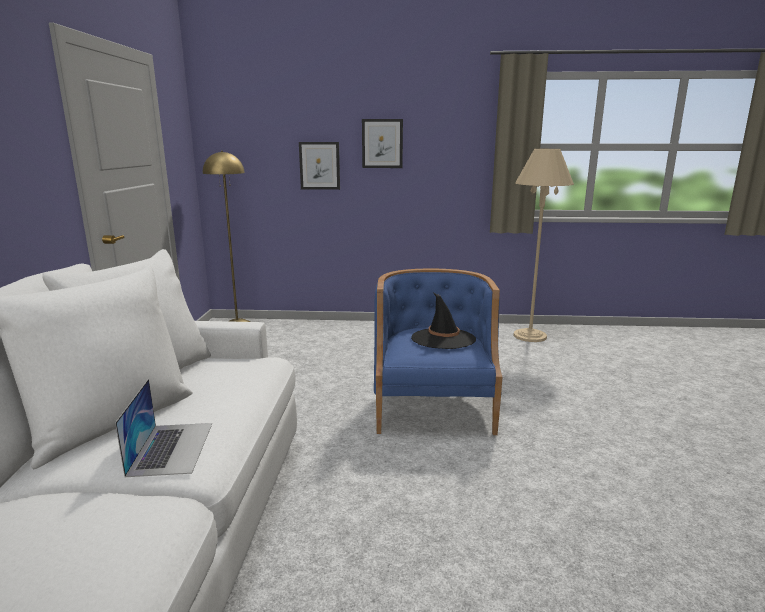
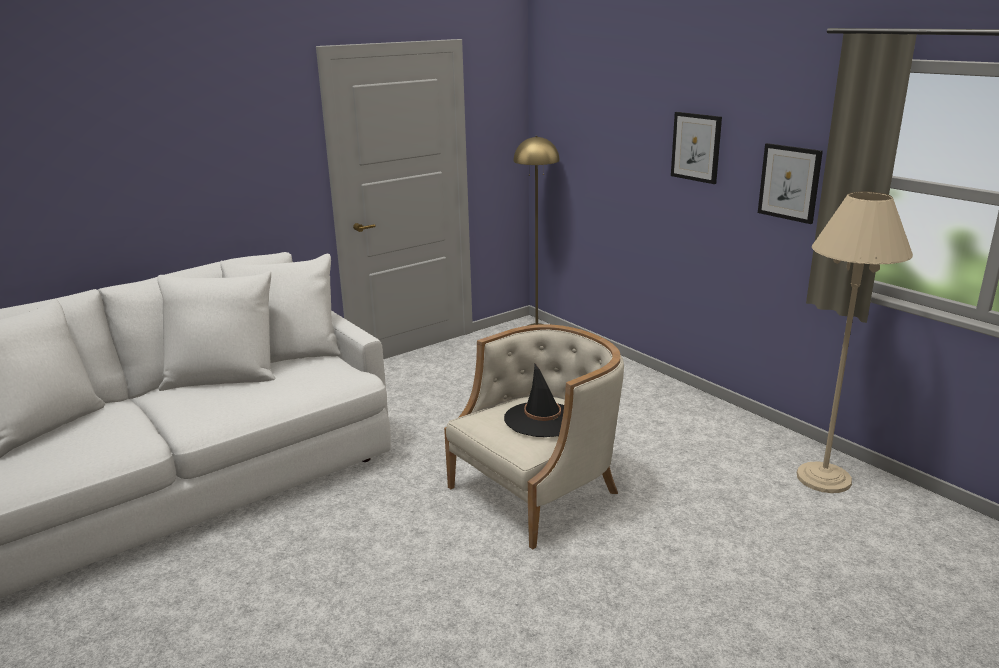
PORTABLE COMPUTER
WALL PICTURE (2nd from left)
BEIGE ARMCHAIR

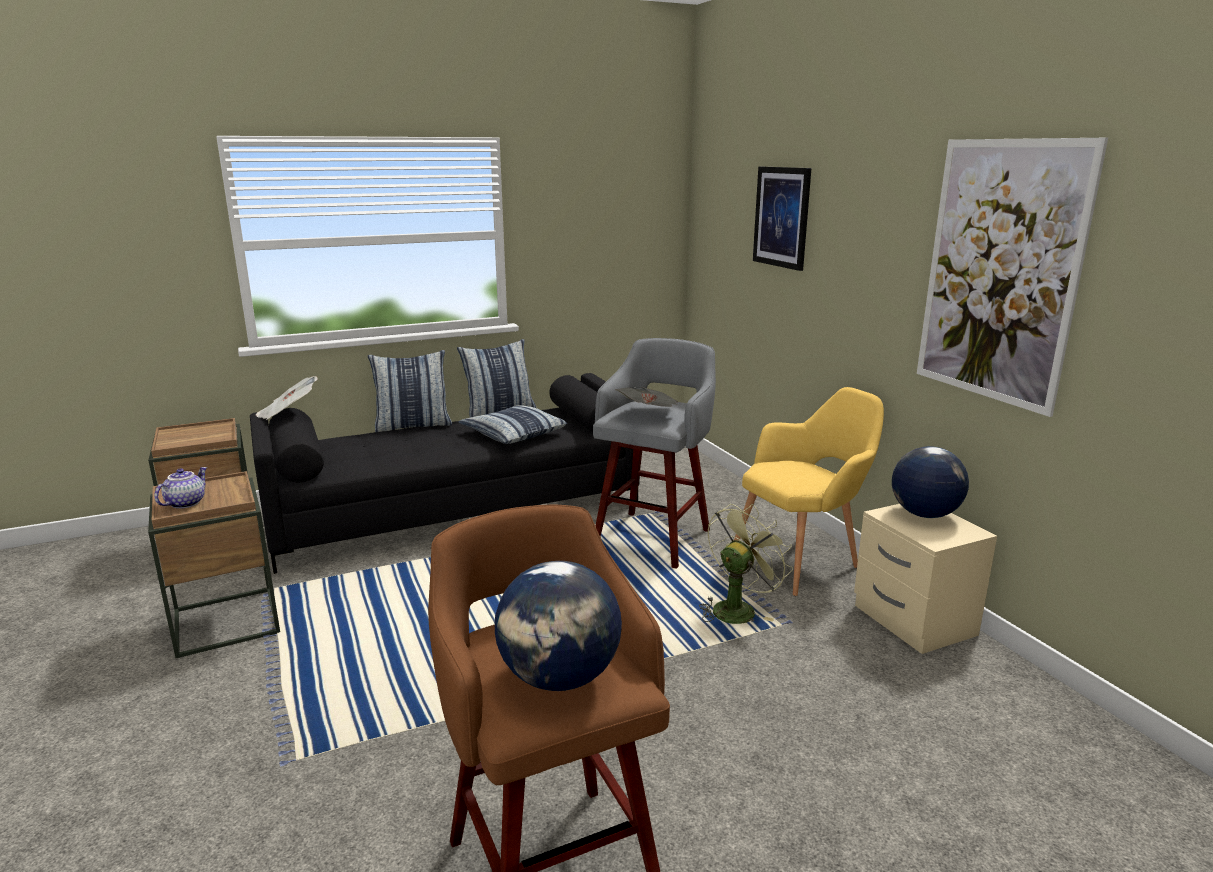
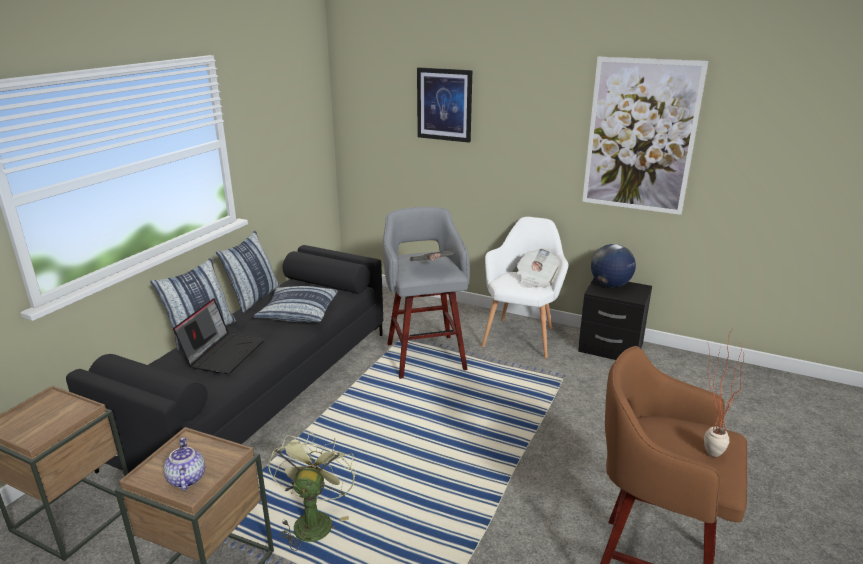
PORTABLE COMPUTER
NEWSPAPER (2nd from left)
GREEN-COLOURED FAN
POTTED PLANT
WHITISH ARMCHAIR
BLACKISH BEDSIDE TABLE

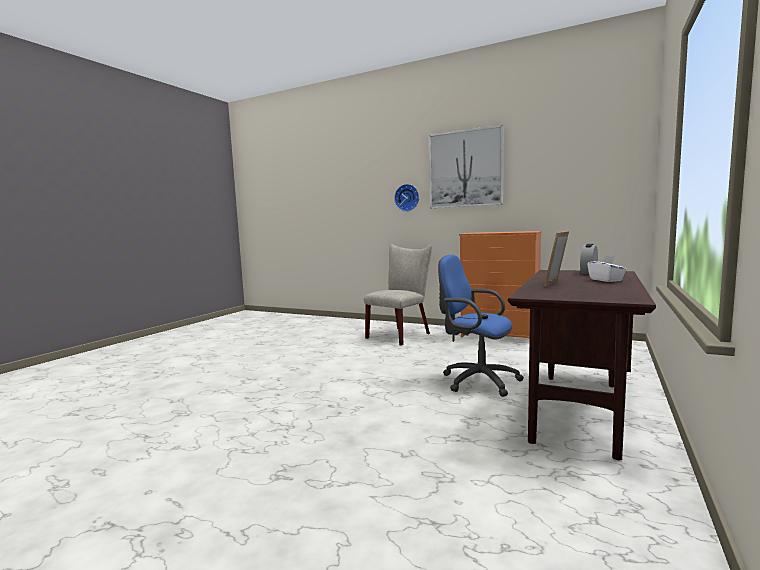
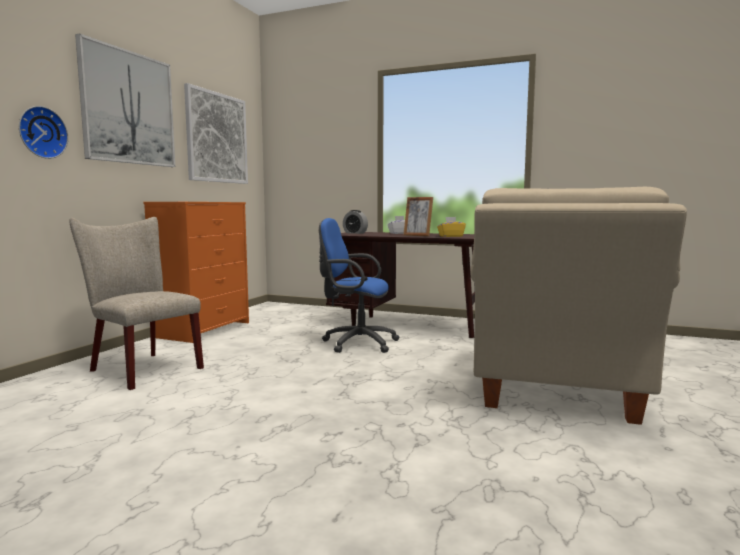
WALL PICTURE (2nd from left)
YELLOWISH TISSUE HOLDER
BEIGE ARMCHAIR
BLUE COMPUTER CHAIR

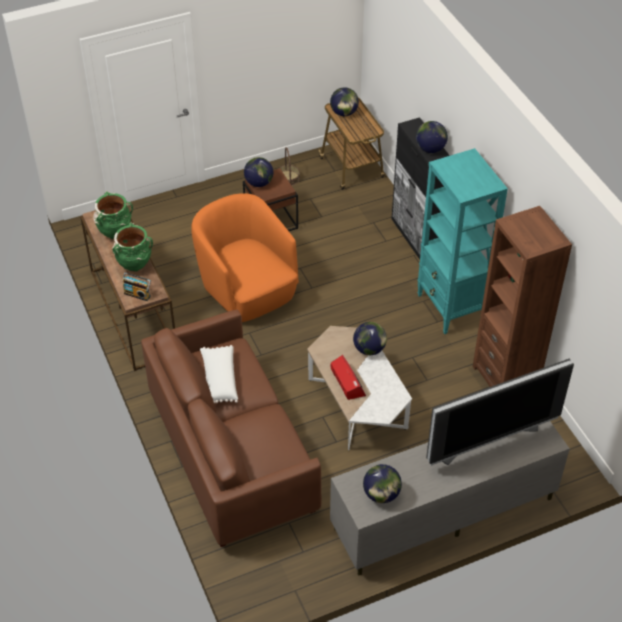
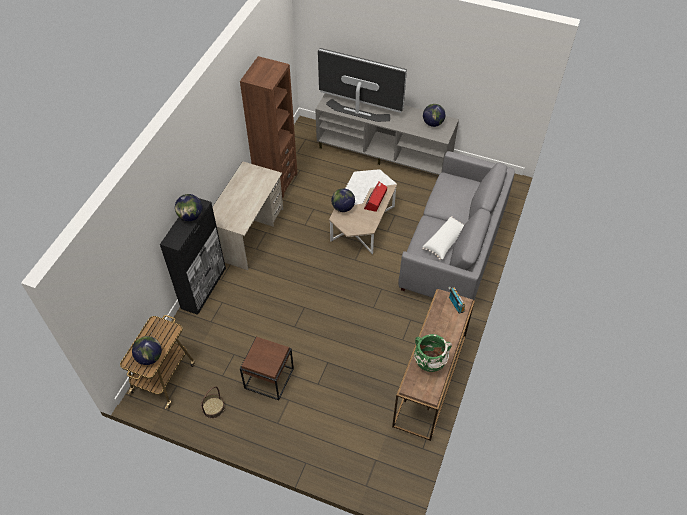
GREEN-COLOURED VASE (2nd from left in the first image)
ORANGEY ARMCHAIR
WORLD GLOBE (1st from left in the first image)
BEIGE DESK TABLE
GREYISH COUCH

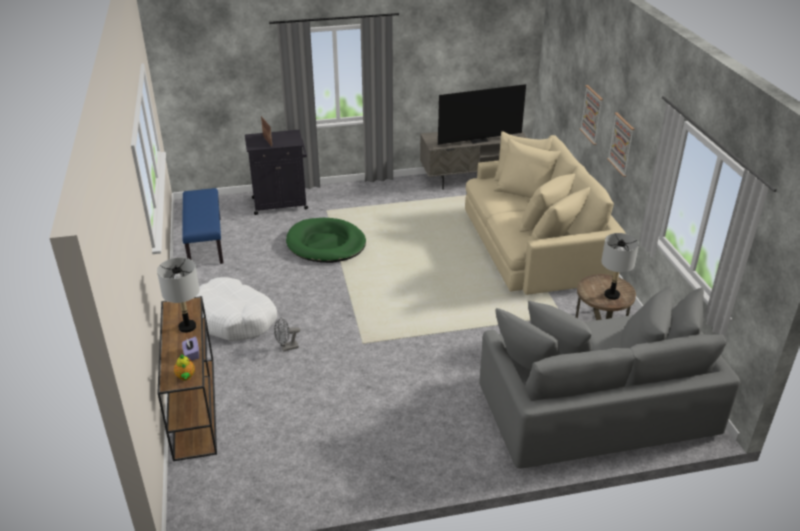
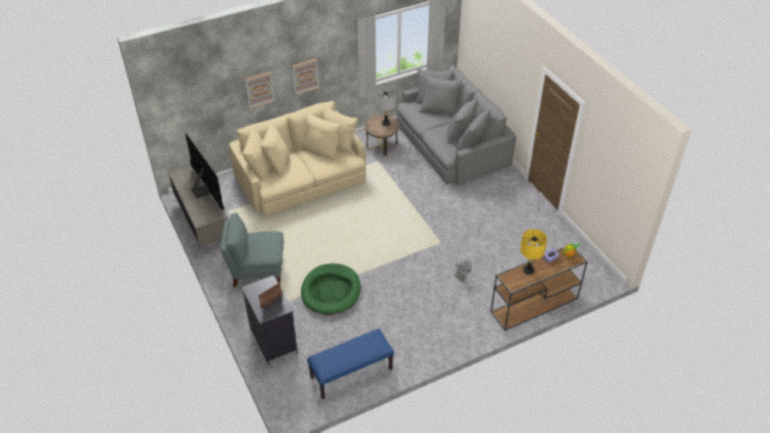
WHITISH DOG CUSHION
GREYISH ARMCHAIR
YELLOWISH LAMP FOR A TABLE

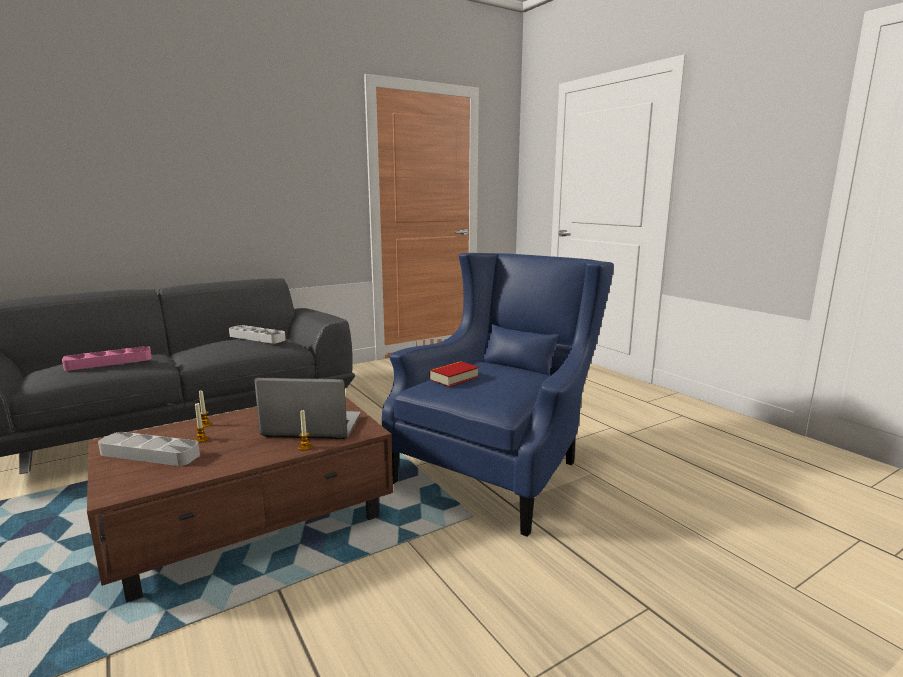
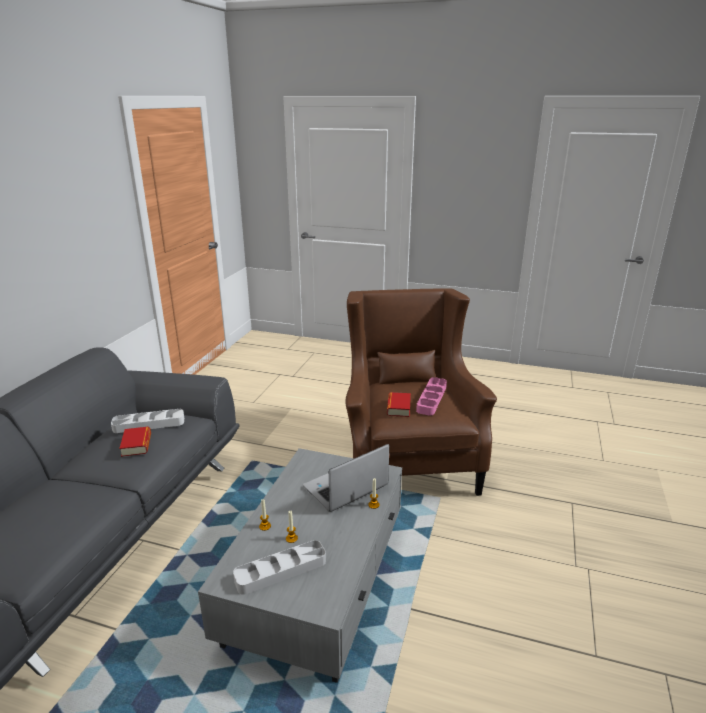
VOLUME (1st from left)
PINK-COLOURED CARRYING TRAY
GREYISH LOW TABLE
BROWN-COLOURED ARMCHAIR

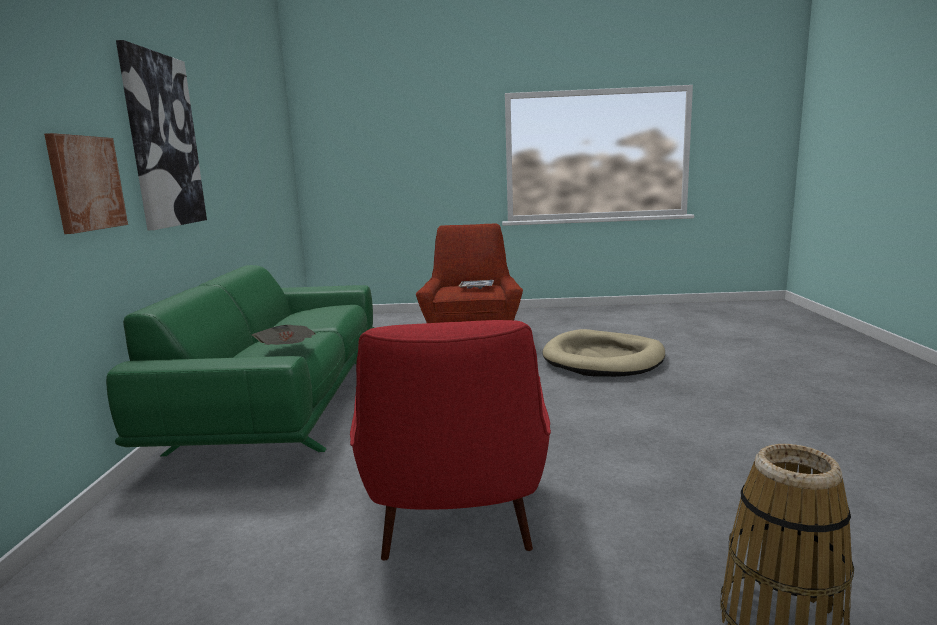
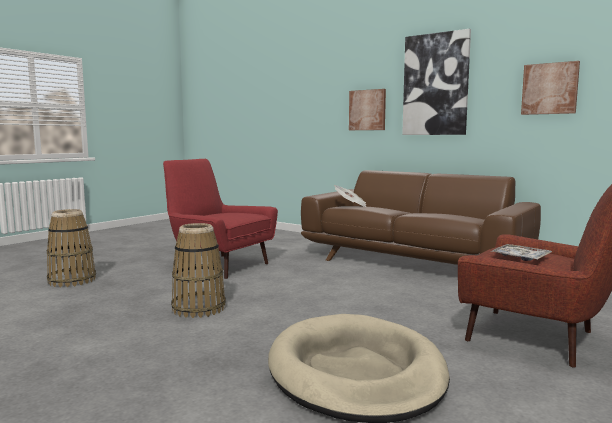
STORAGE BASKET (2nd from left)
WALL PICTURE (3rd from left)
BROWN-COLOURED COUCH

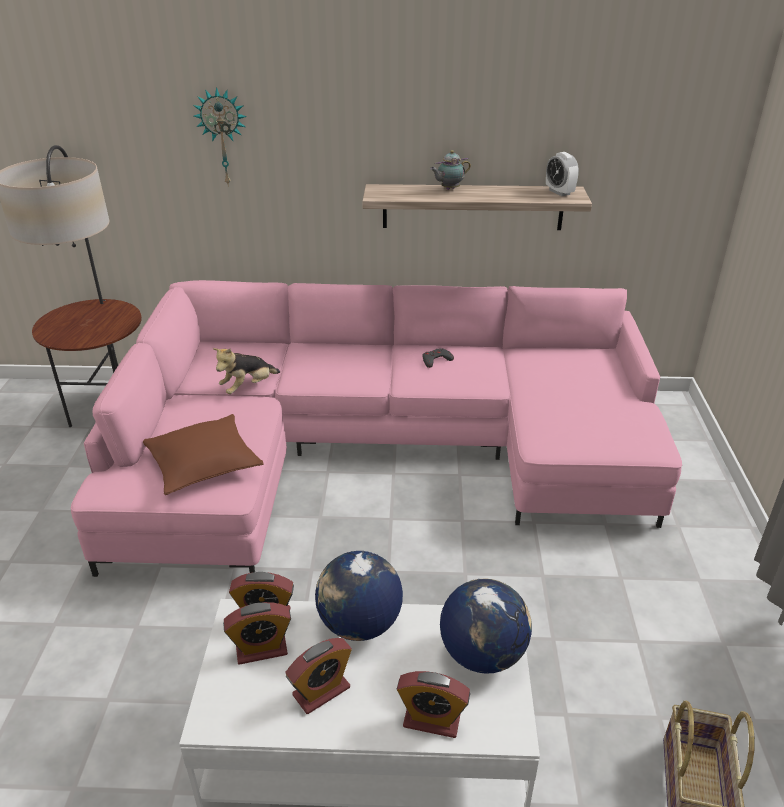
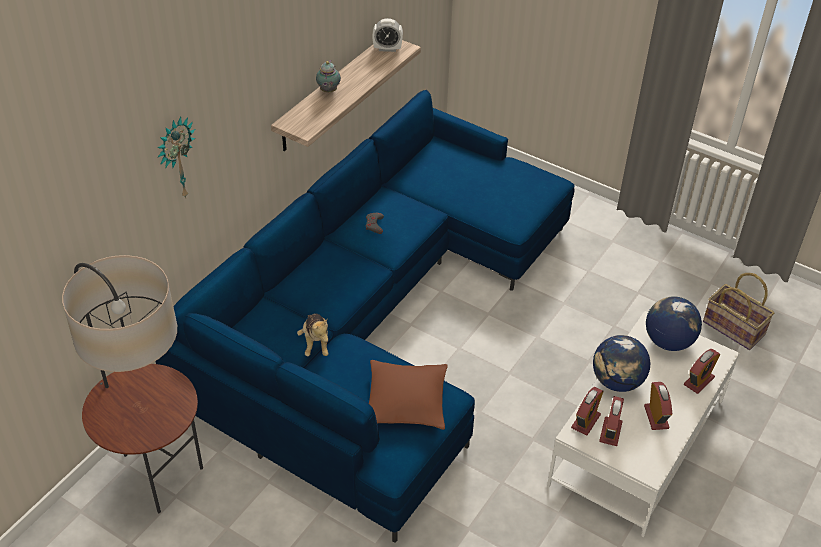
BLUE COUCH

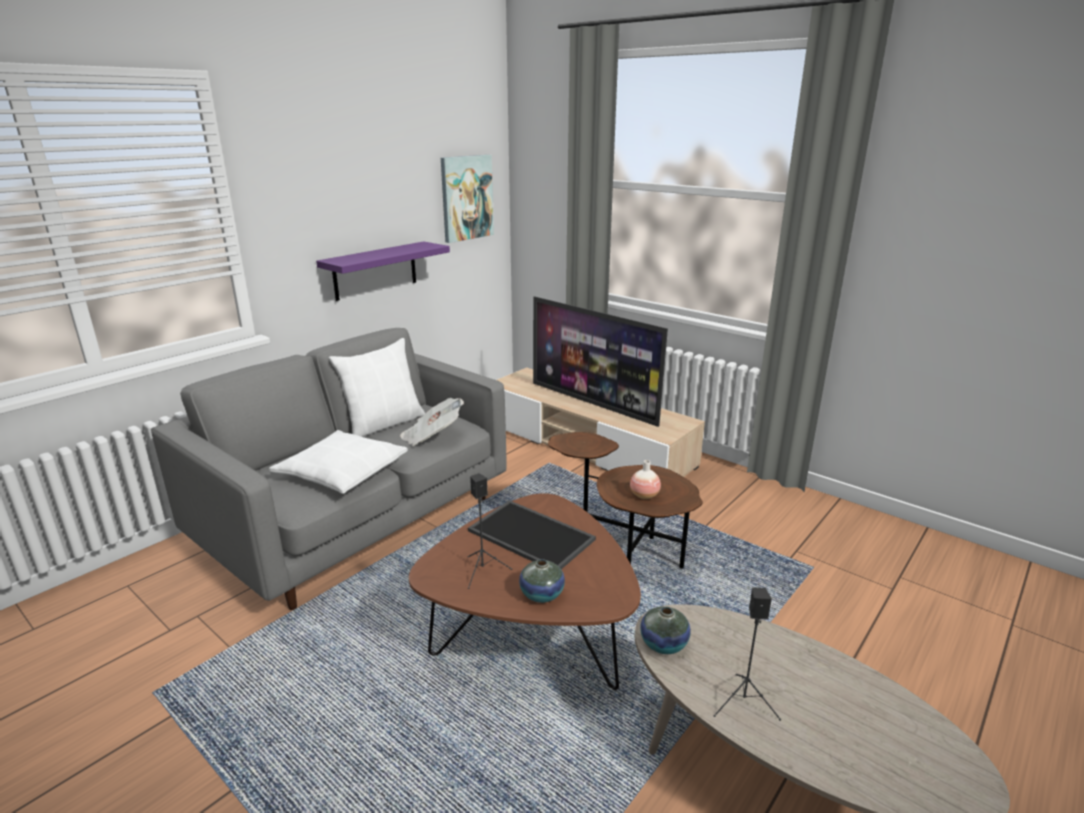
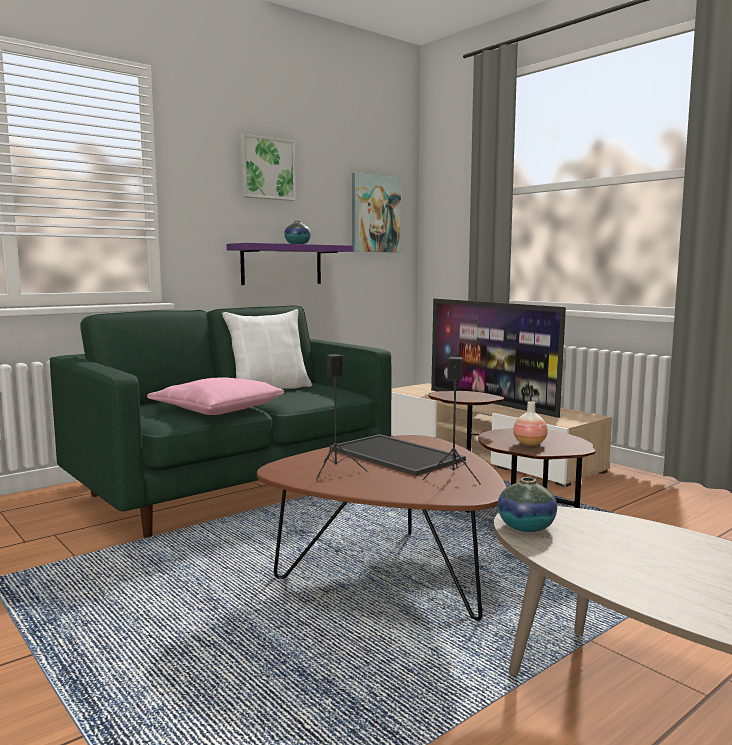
NEWSPAPER
WALL PICTURE (1st from left)
VASE (1st from left)
BLACKISH LOUDSPEAKER (2nd from left)
GREEN-COLOURED COUCH
PINK-COLOURED PILLOW

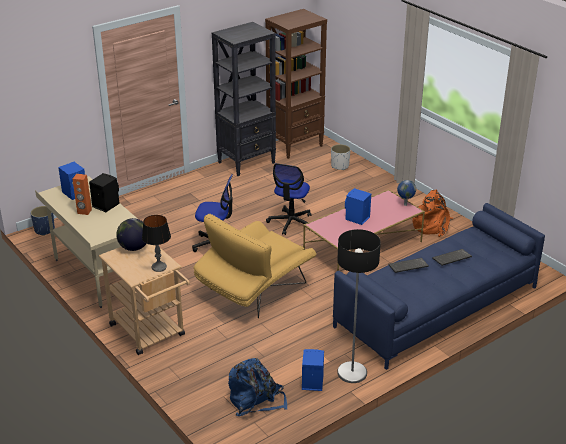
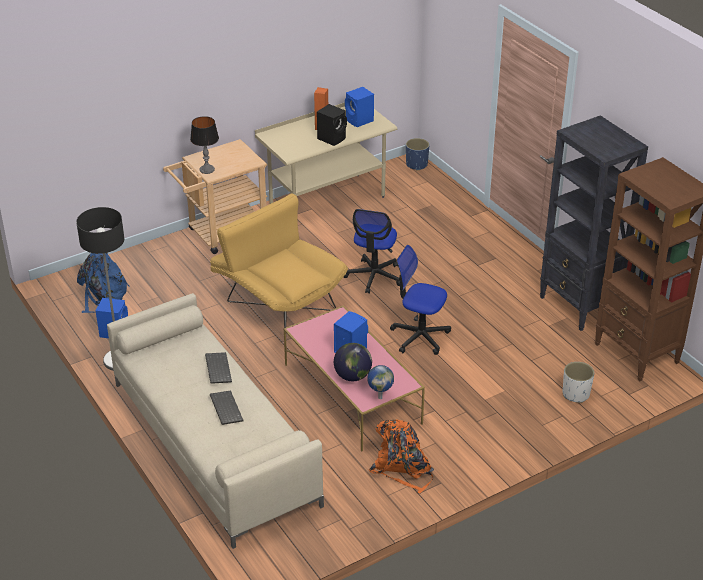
WORLD GLOBE (1st from left)
BEIGE COUCH

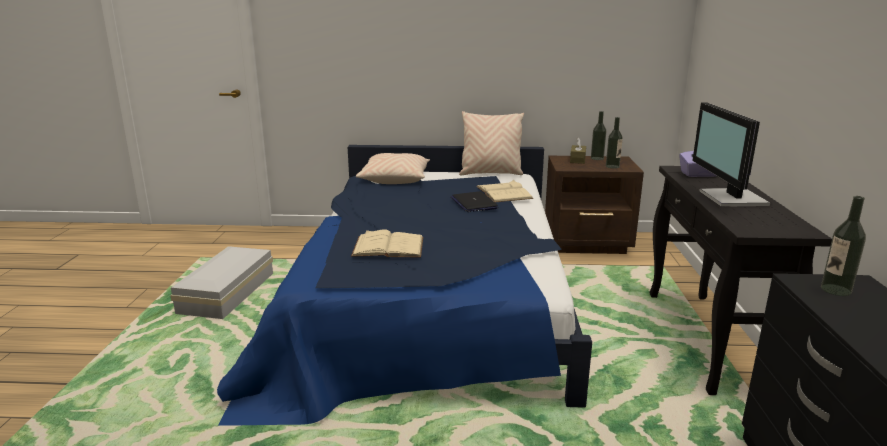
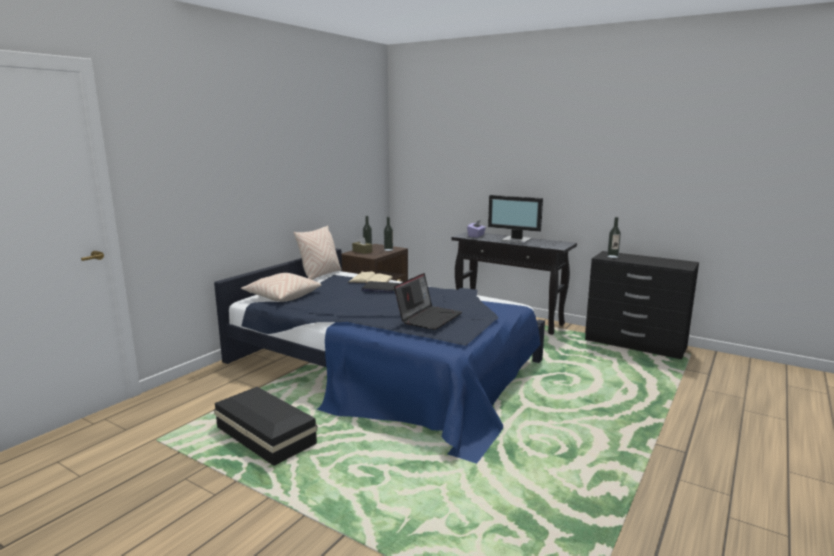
PORTABLE COMPUTER (2nd from left)
BLACKISH STORAGE BIN

